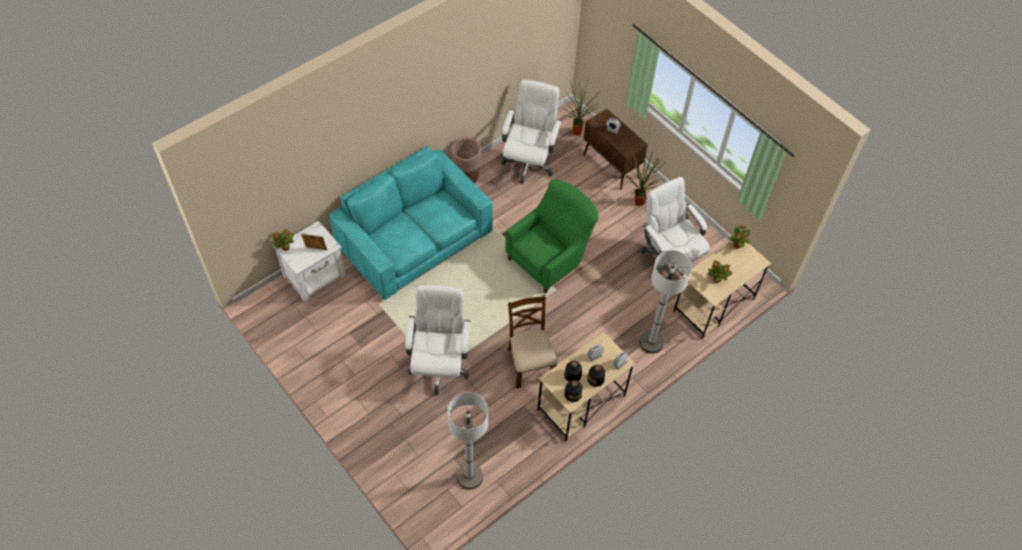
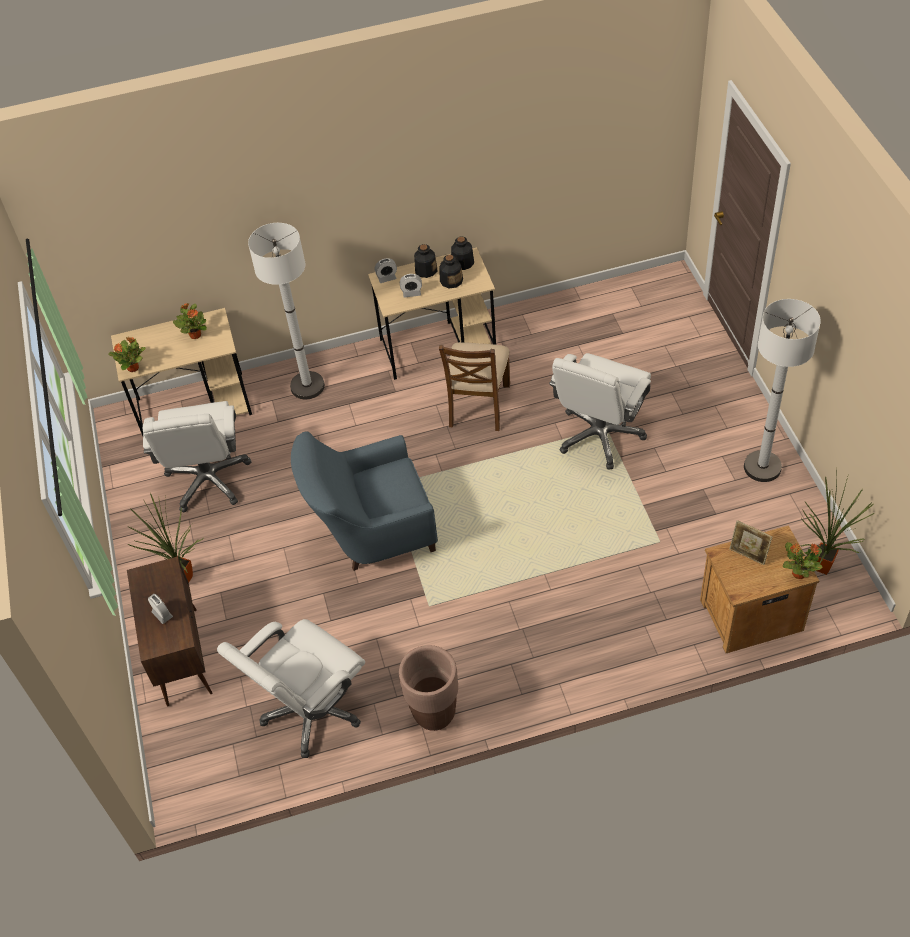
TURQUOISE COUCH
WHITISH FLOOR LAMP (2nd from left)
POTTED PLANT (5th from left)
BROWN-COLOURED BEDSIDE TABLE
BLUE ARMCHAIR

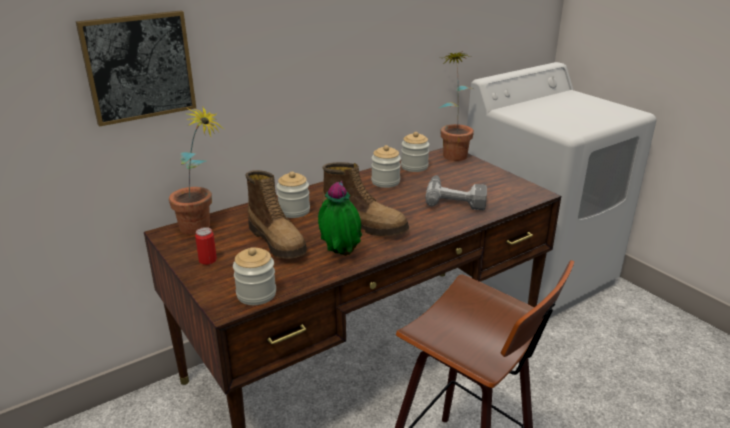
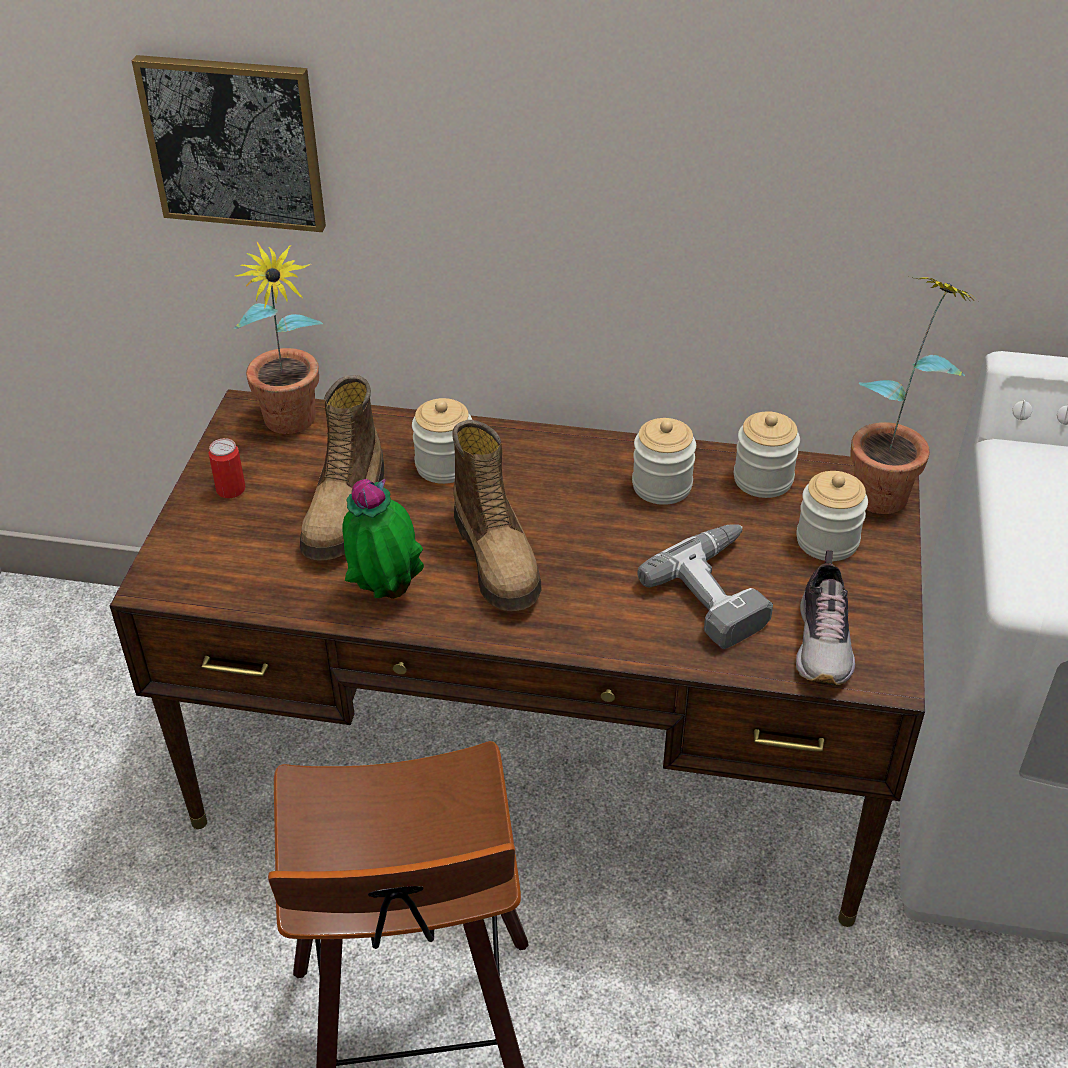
LOW SHOE
PRESERVE JAR (4th from left)

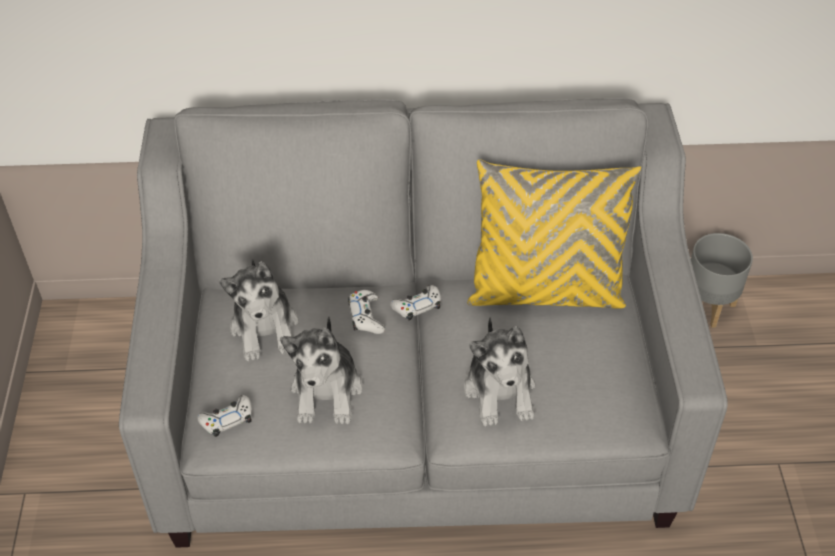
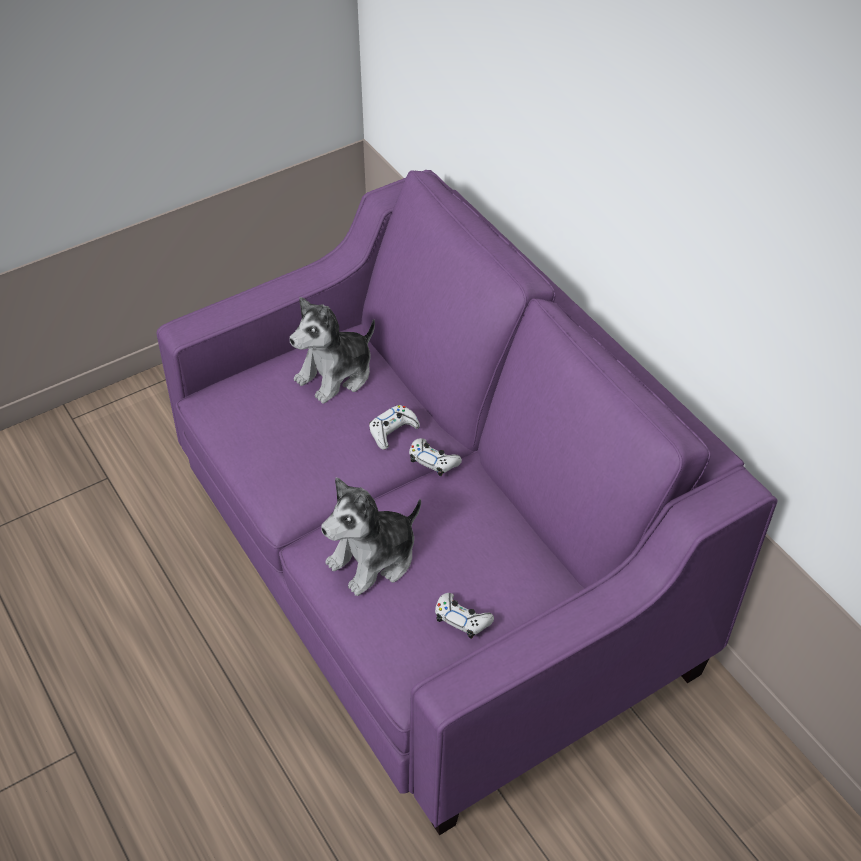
PLUSH TOY (2nd from left in the first image)
YELLOWISH PILLOW
GREYISH PLANTER
WHITISH GAMEPAD (3rd from left)
PURPLE-COLOURED COUCH

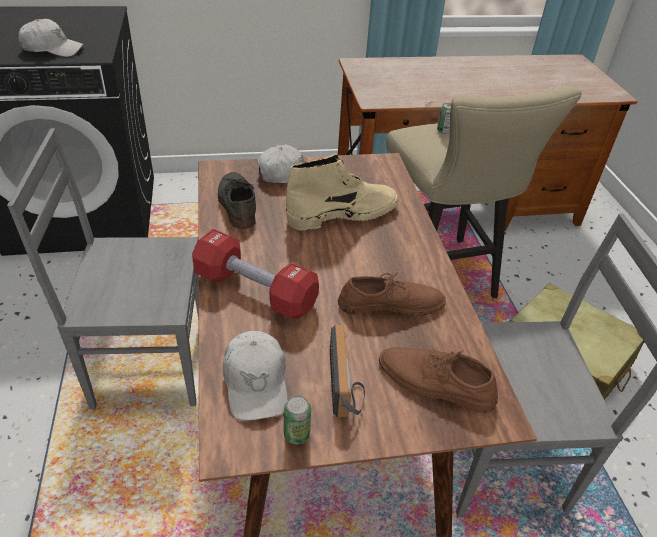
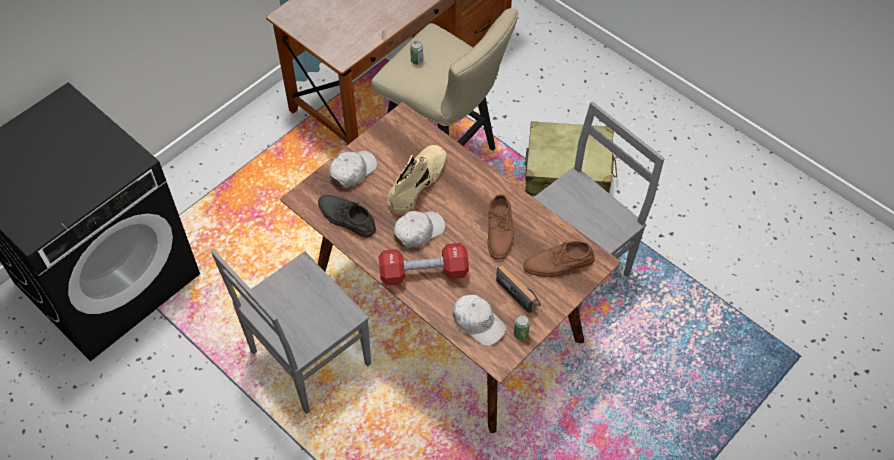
WHITISH PEAKED CAP (2nd from left)
BROWN-COLOURED LOW SHOE (1st from left)

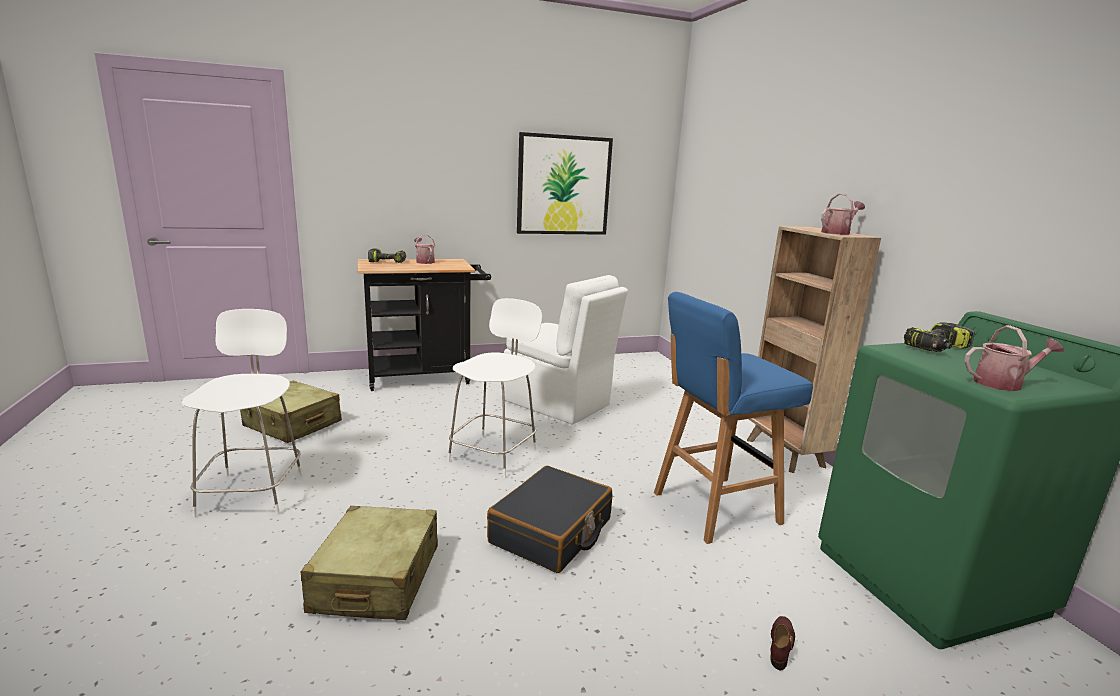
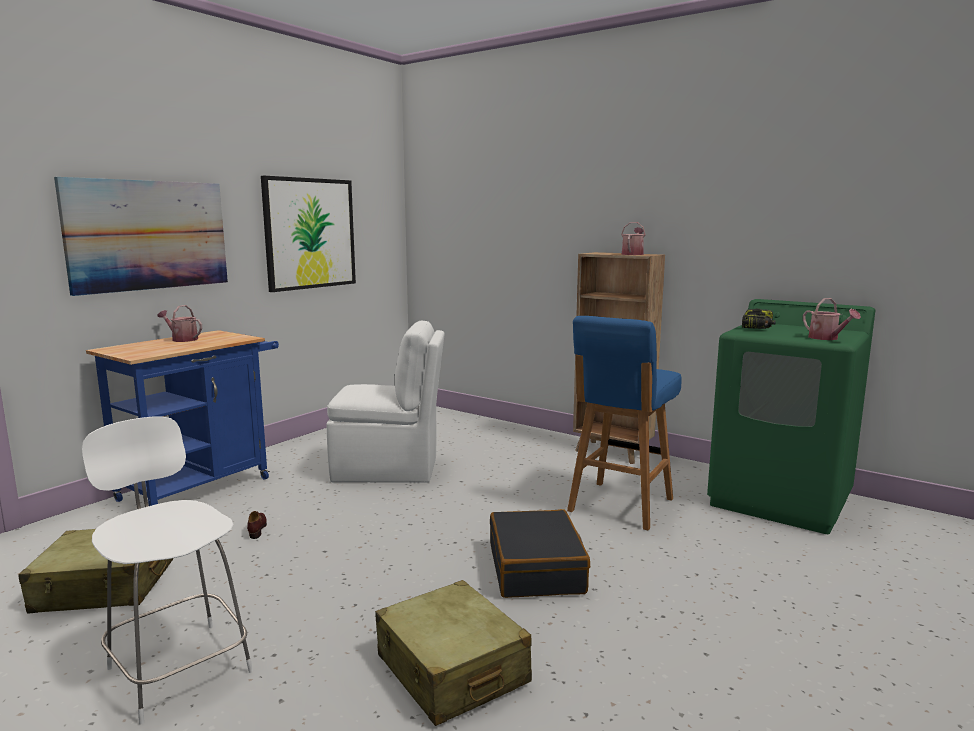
DRILL (1st from left in the first image)
WHITISH STOOL (2nd from left in the first image)
WALL PICTURE (1st from left)
BROWN-COLOURED LOW SHOE
BLUE TROLLEY
WATERING CAN (3rd from left)

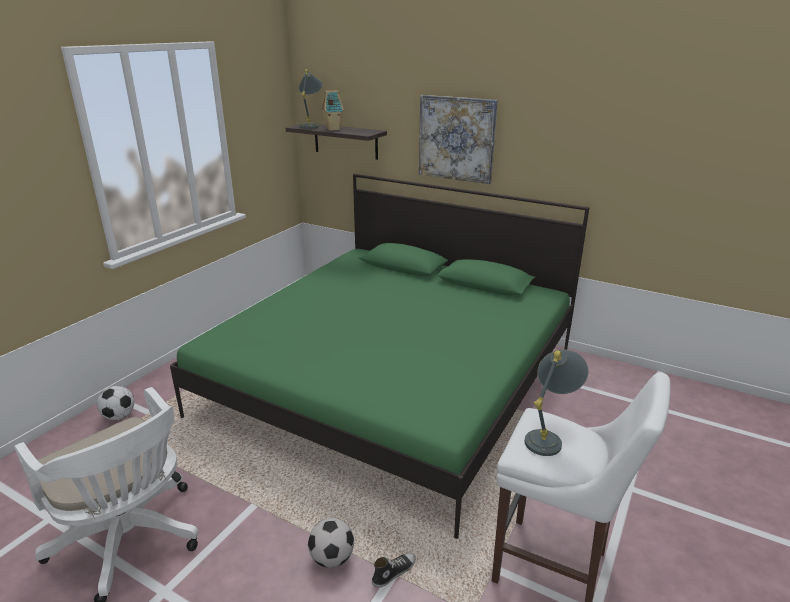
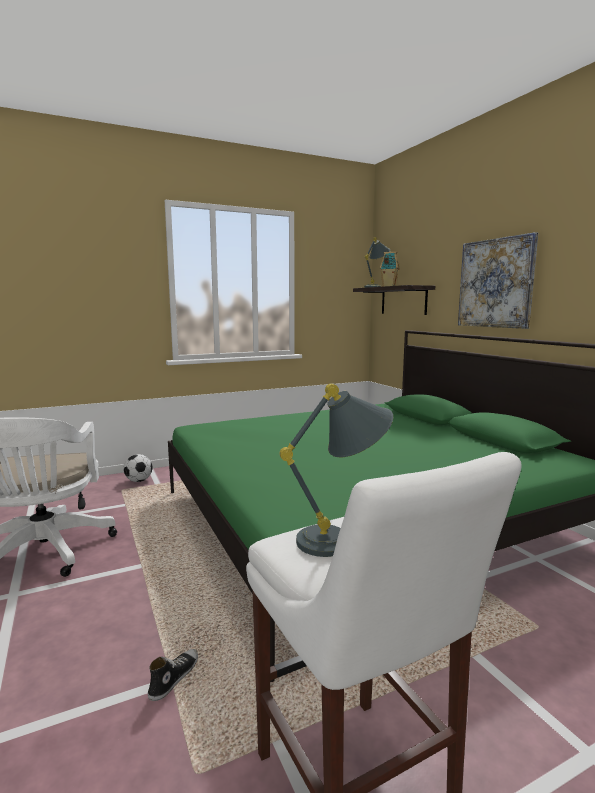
BALL FOR FOOTBALL (2nd from left in the first image)
LOW SHOE

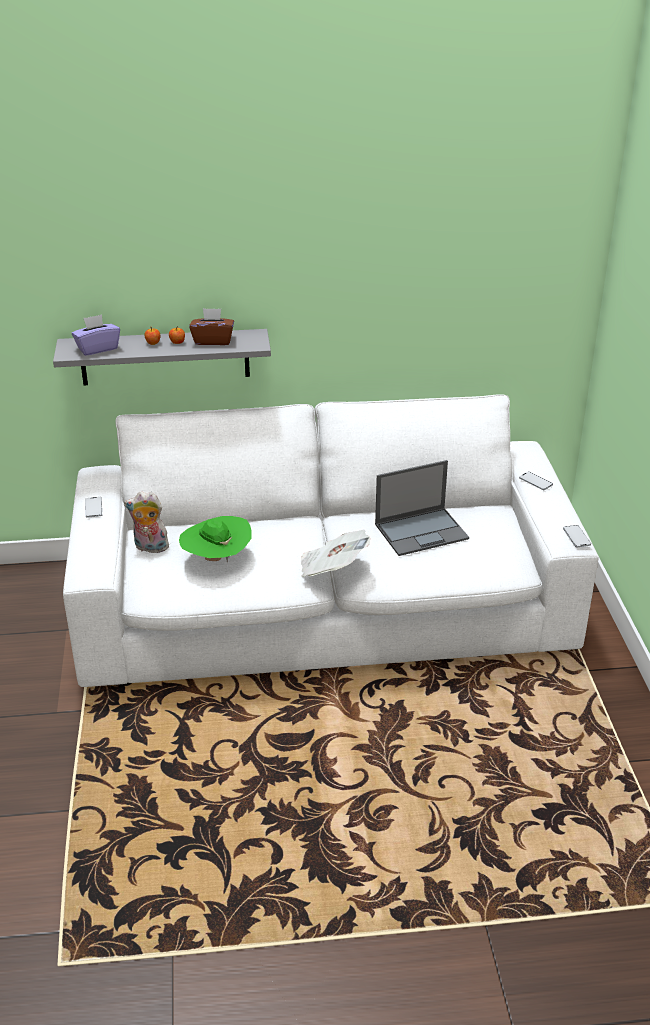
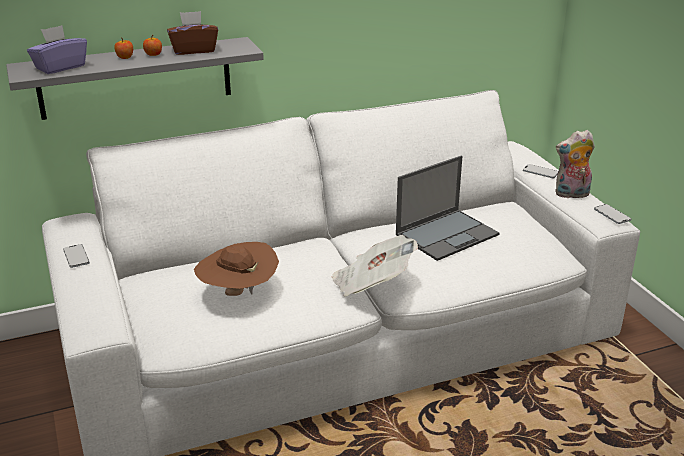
PLUSH TOY
BROWN-COLOURED HAT

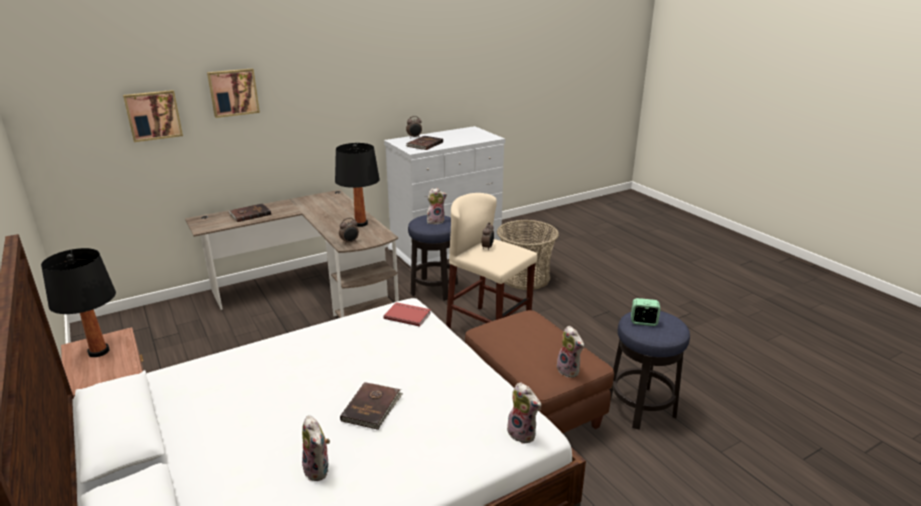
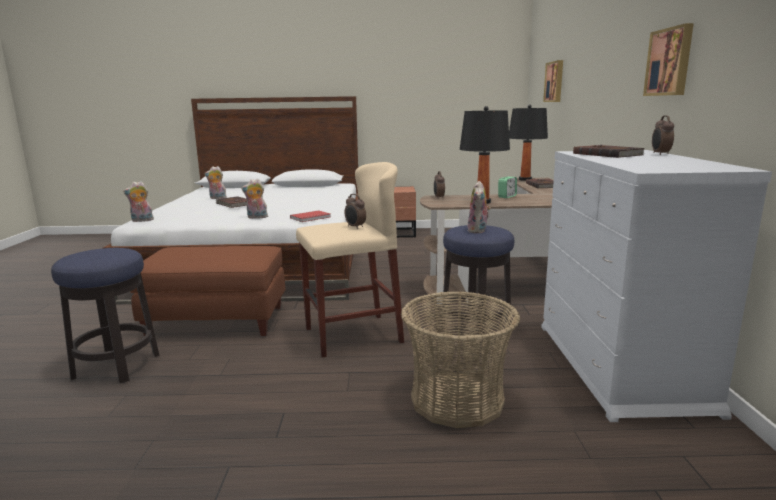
BLACKISH LAMP FOR A TABLE (2nd from left)
WALL PICTURE (2nd from left)
PLUSH TOY (3rd from left)
BEDSIDE CLOCK (3rd from left)

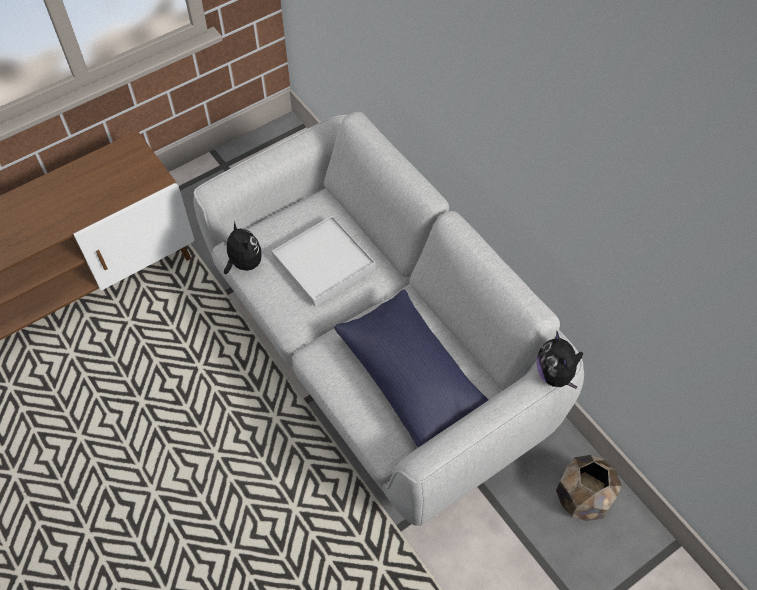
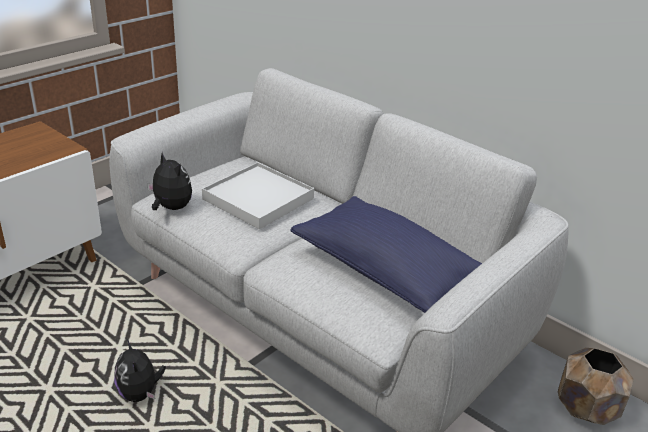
PLUSH TOY (1st from left)

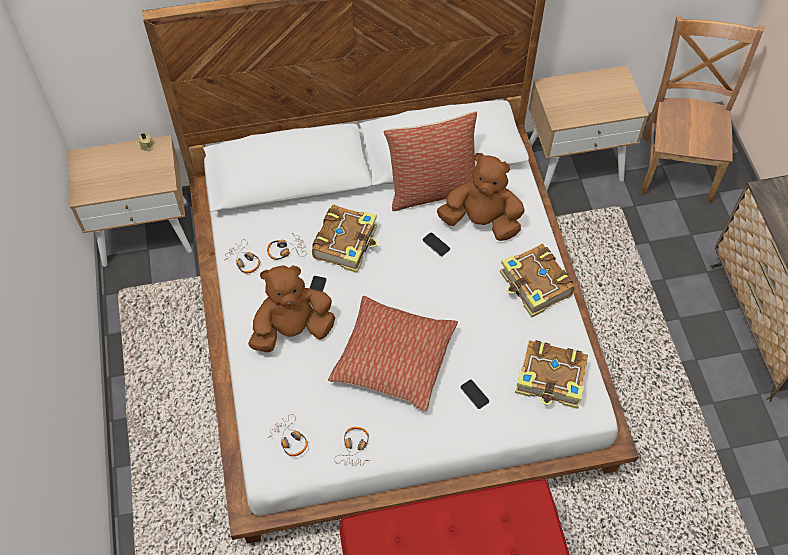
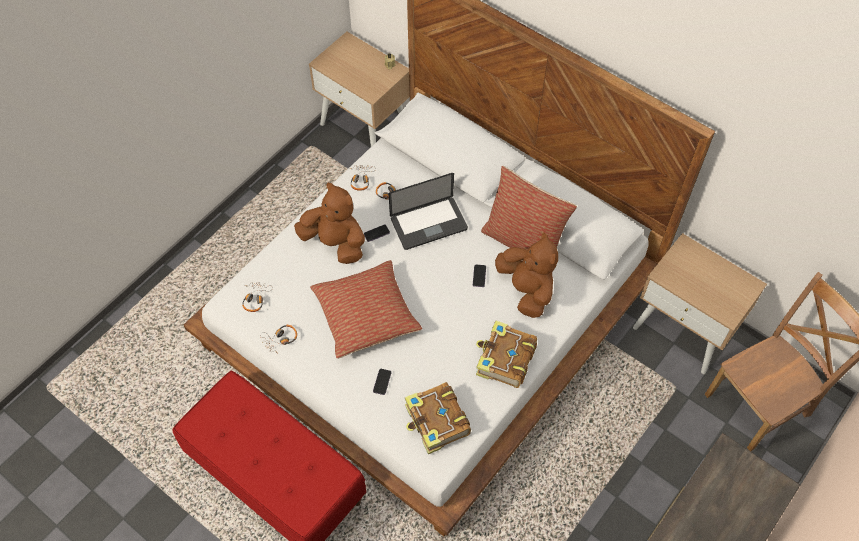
PORTABLE COMPUTER

